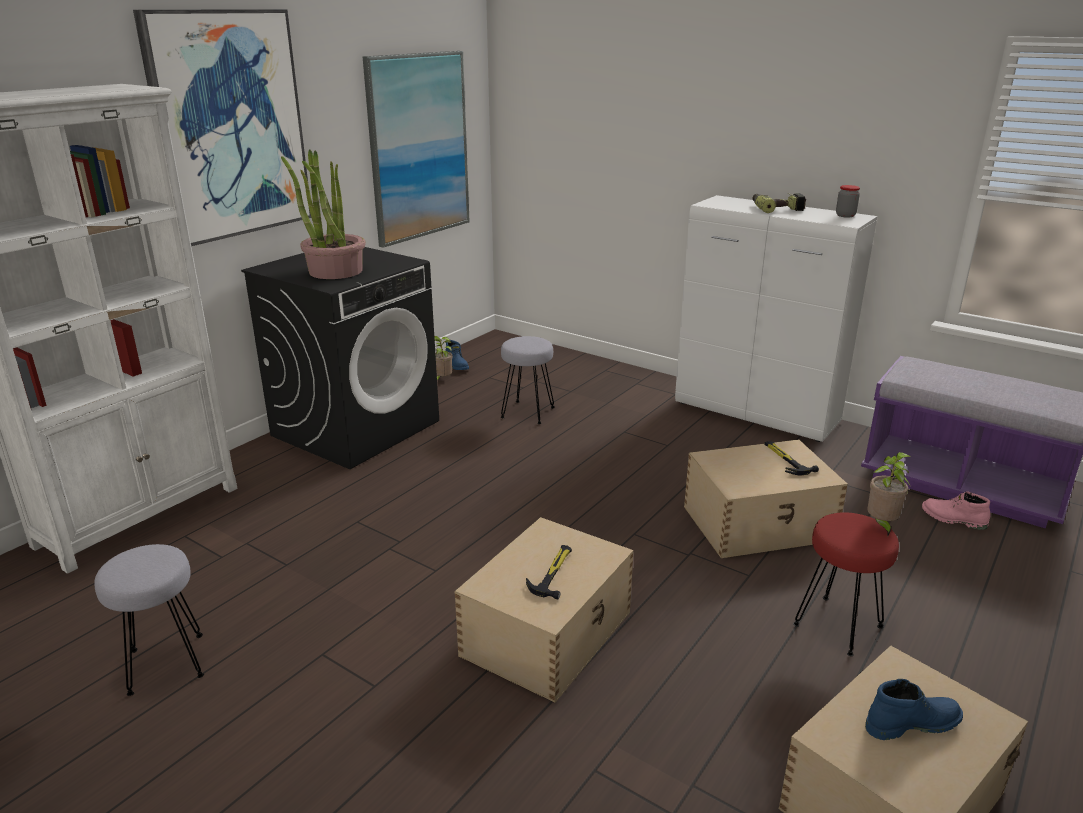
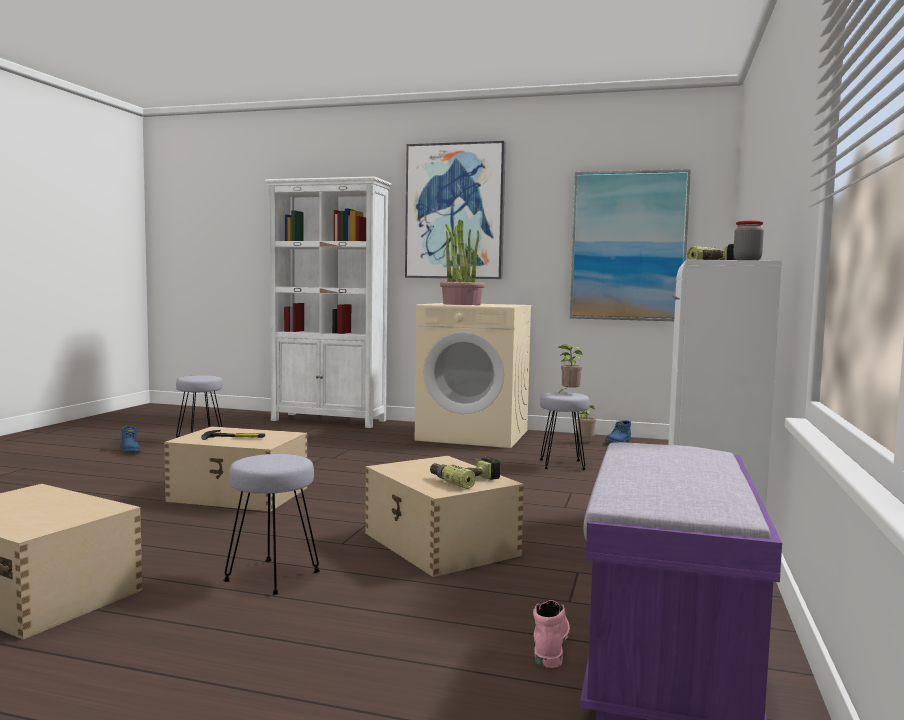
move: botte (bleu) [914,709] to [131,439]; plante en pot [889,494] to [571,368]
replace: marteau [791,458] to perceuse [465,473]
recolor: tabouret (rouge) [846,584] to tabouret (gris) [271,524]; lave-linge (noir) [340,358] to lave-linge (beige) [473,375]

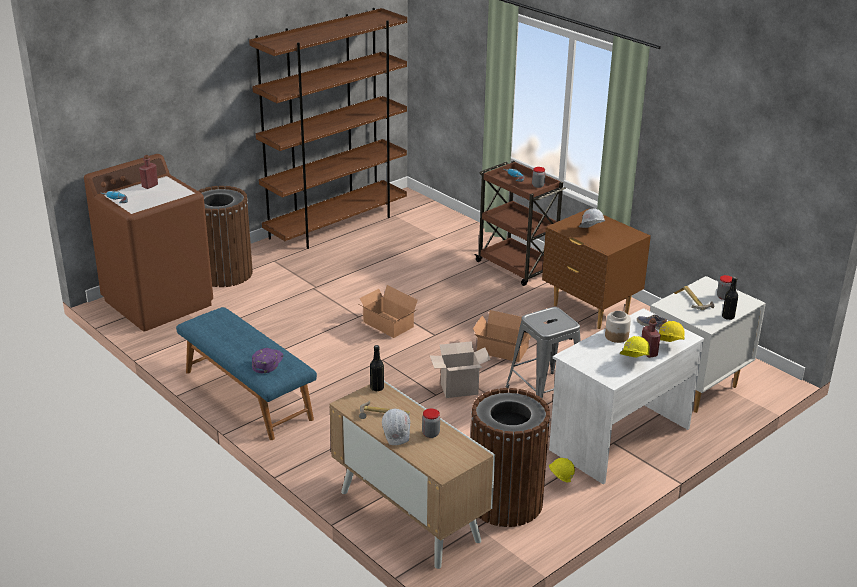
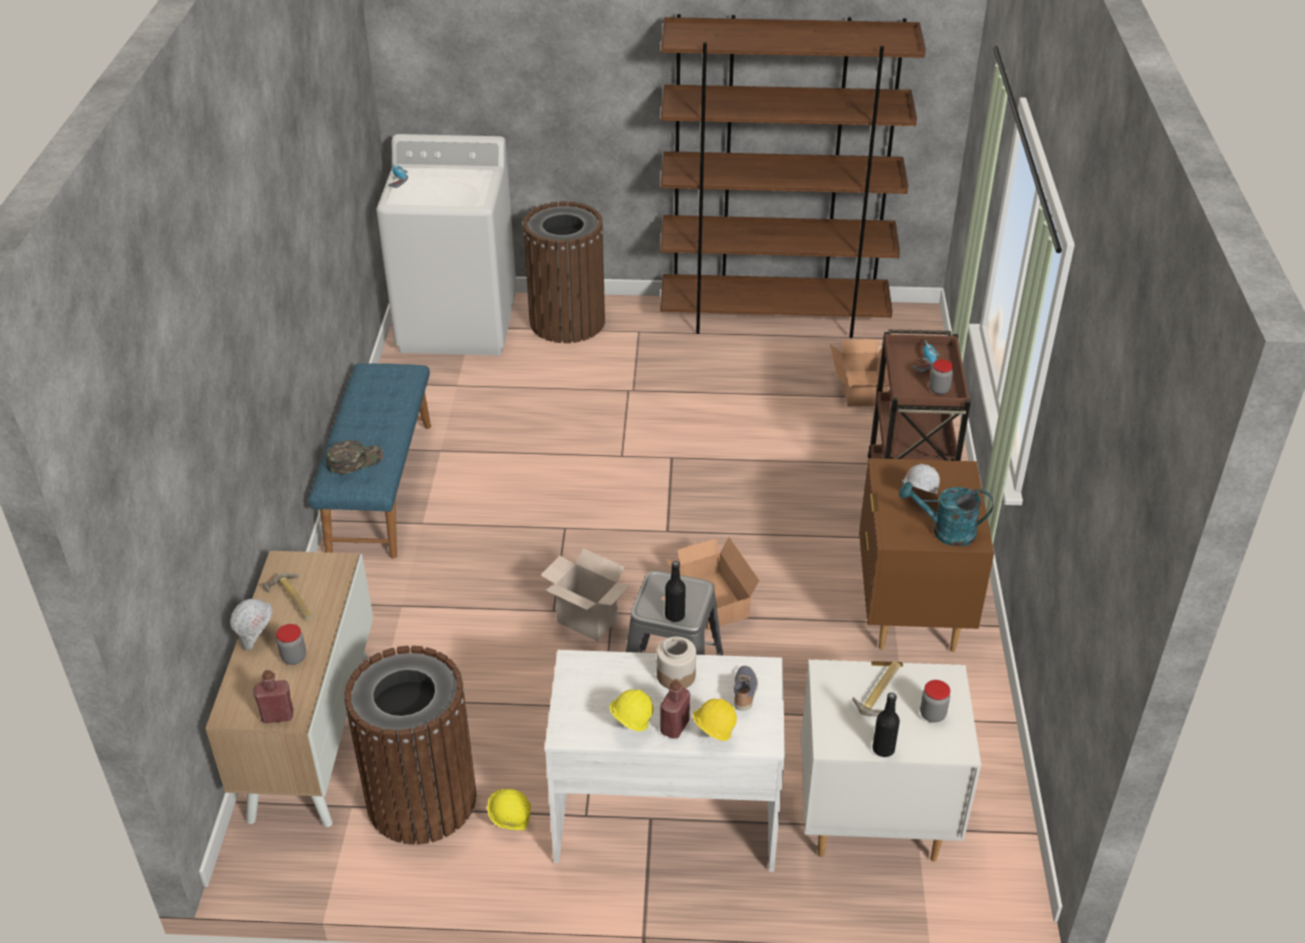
insert: arrosoir (turquoise) [946,514]
move: bouteille (rouge) [148,172] to [273,697]; bouteille (noir) [377,368] to [675,591]; carton [387,311] to [859,373]
recolor: casquette (violet) [268,360] to casquette (vert) [354,457]; lave-linge (marron) [148,242] to lave-linge (blanc) [446,245]

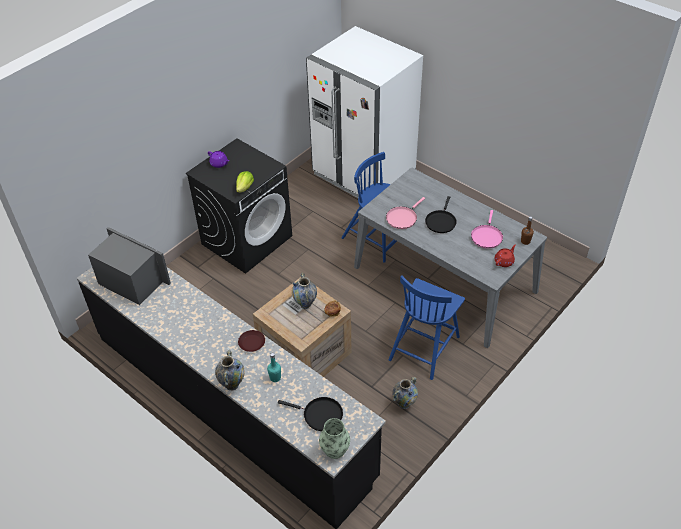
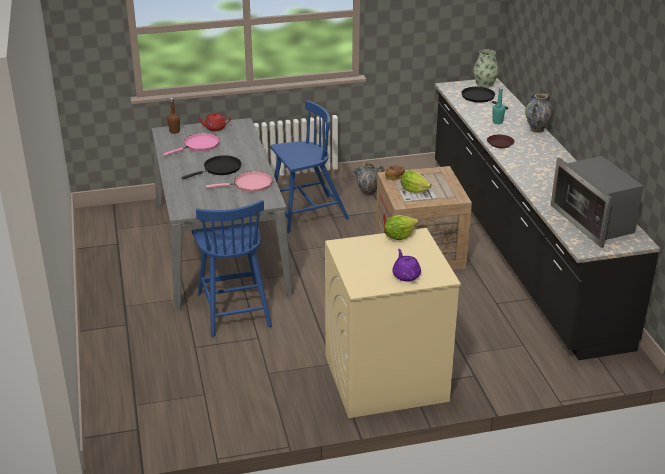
delete: réfrigérateur (blanc) [364,112]
replace: vase [304,291] to laitue [416,181]
recolor: lave-linge (noir) [239,206] to lave-linge (beige) [393,323]

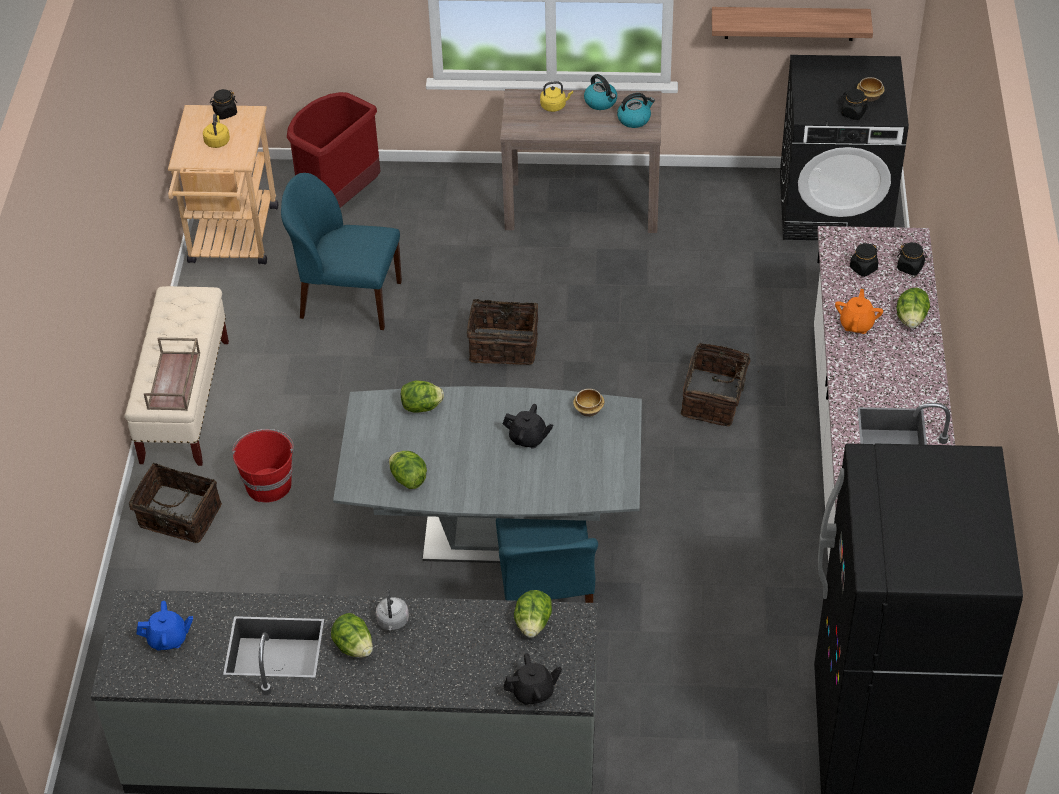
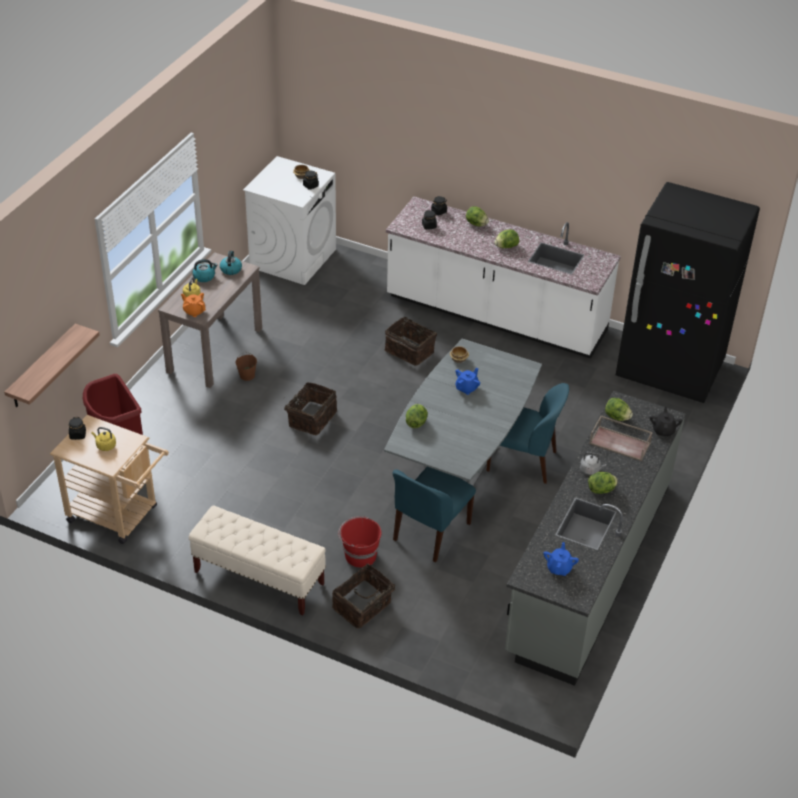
insert: seau (marron) [246,366]
move: étagère [792,24] to [51,365]; théière (orange) [859,311] to [193,305]; chaise (bleu) [341,251] to [434,514]; laitue [408,470] to [507,238]; plateau (marron) [172,374] to [621,438]
recolor: lave-linge (noir) [844,147] to lave-linge (blanc) [289,220]; théière (noir) [528,426] to théière (bleu) [468,381]

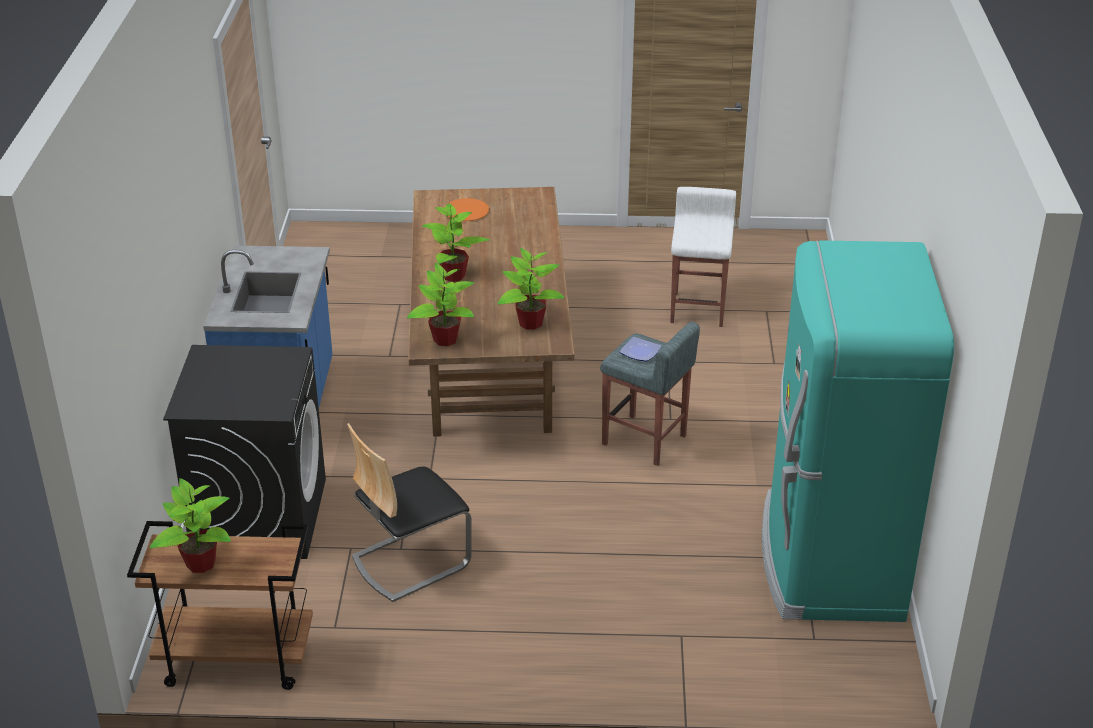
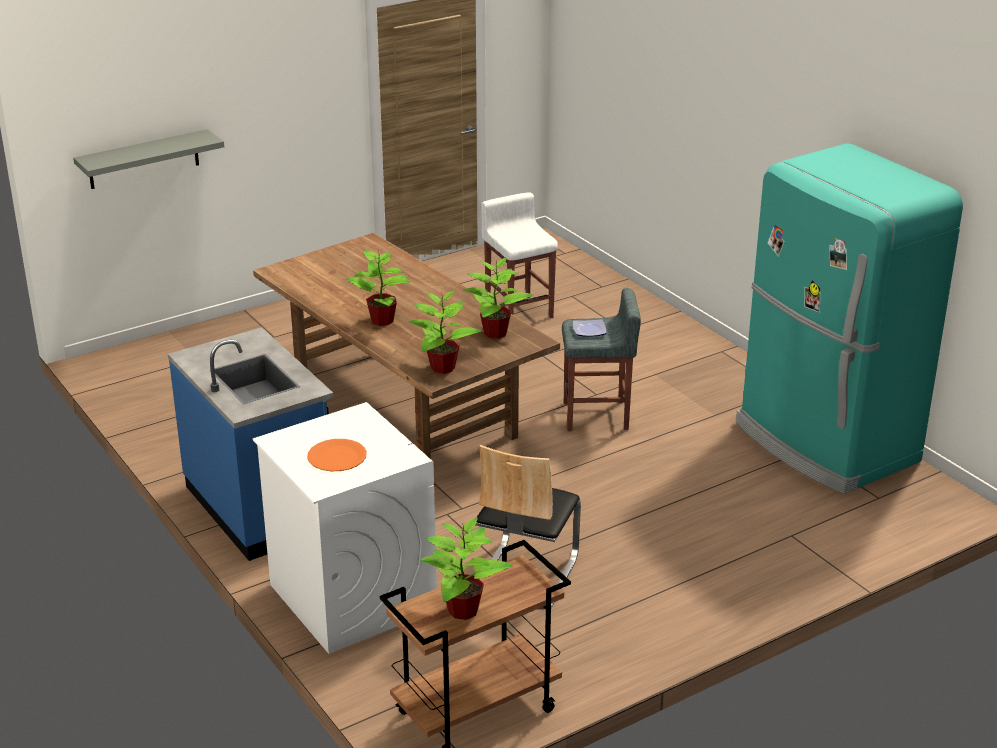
insert: étagère (gris) [148,159]
move: assiette (orange) [466,209] to [337,455]
recolor: lave-linge (noir) [244,452] to lave-linge (blanc) [345,528]

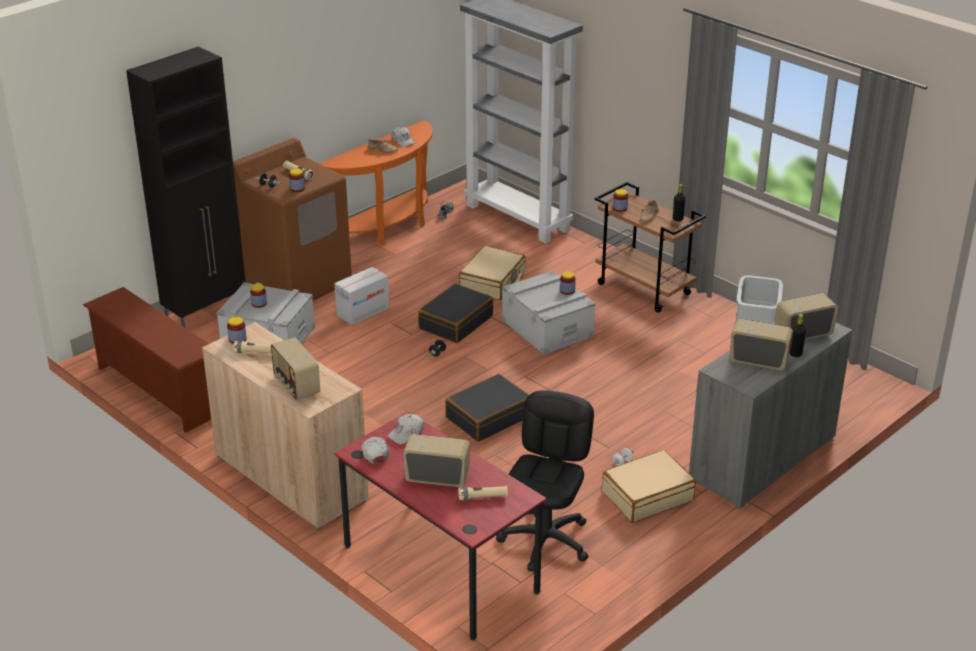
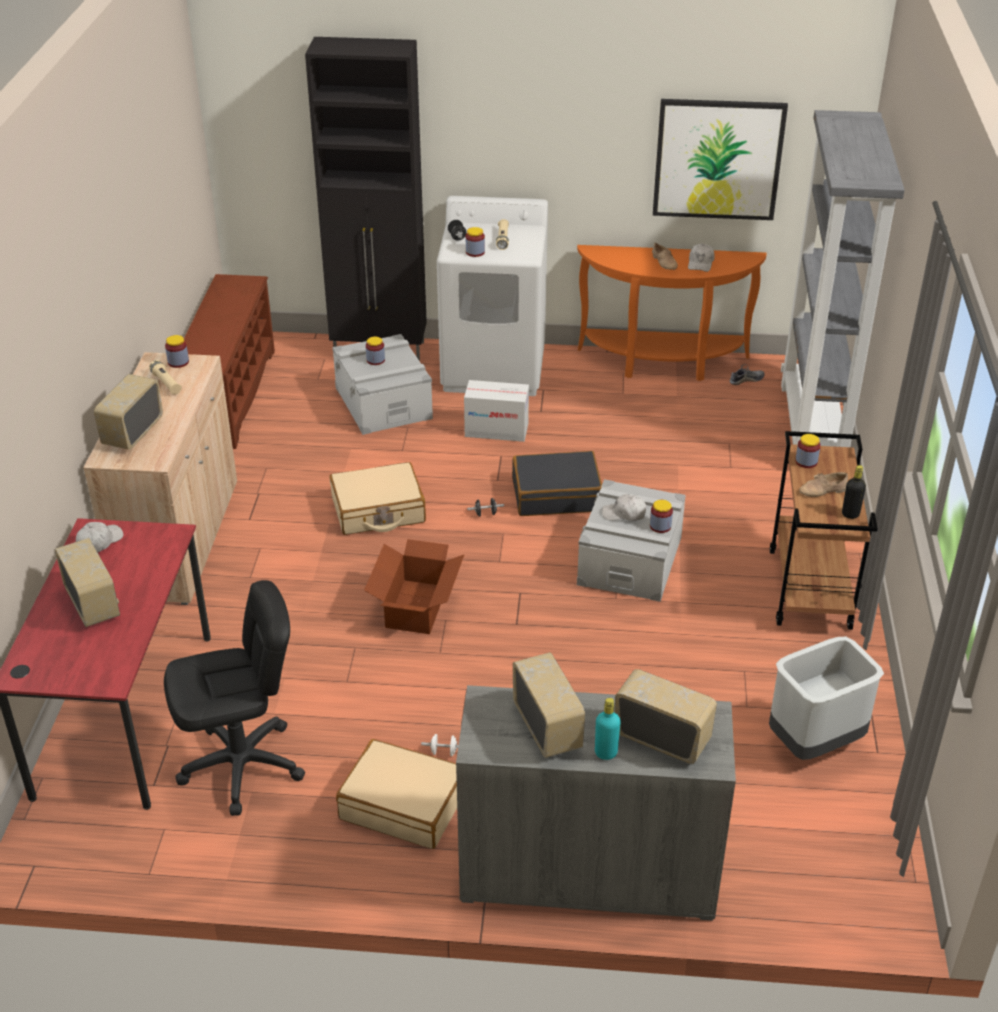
delete: lampe de poche (beige) [483,493]
insert: tableau [720,159]
move: valise (beige) [492,273] to [377,498]; casquette (blanc) [406,429] to [624,507]
replace: valise (noir) [487,408] to carton [414,586]
recolor: lave-linge (marron) [292,219] to lave-linge (blanc) [492,296]; bouteille (noir) [797,335] to bouteille (turquoise) [608,729]

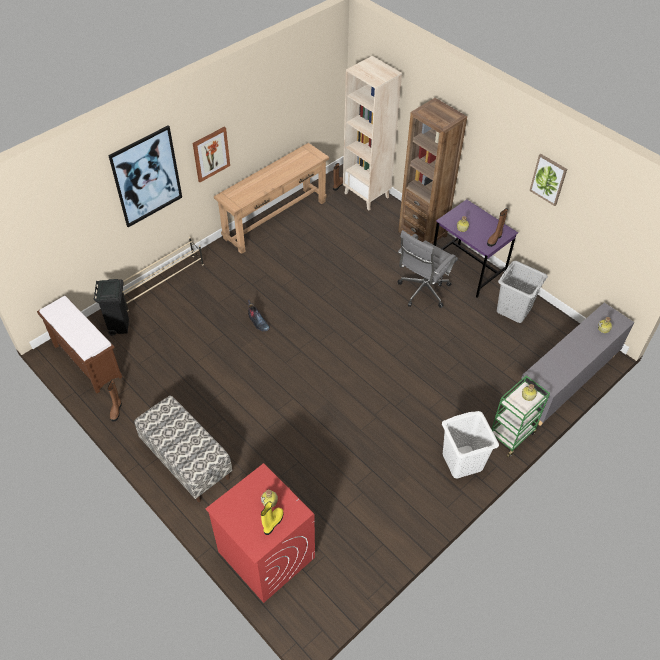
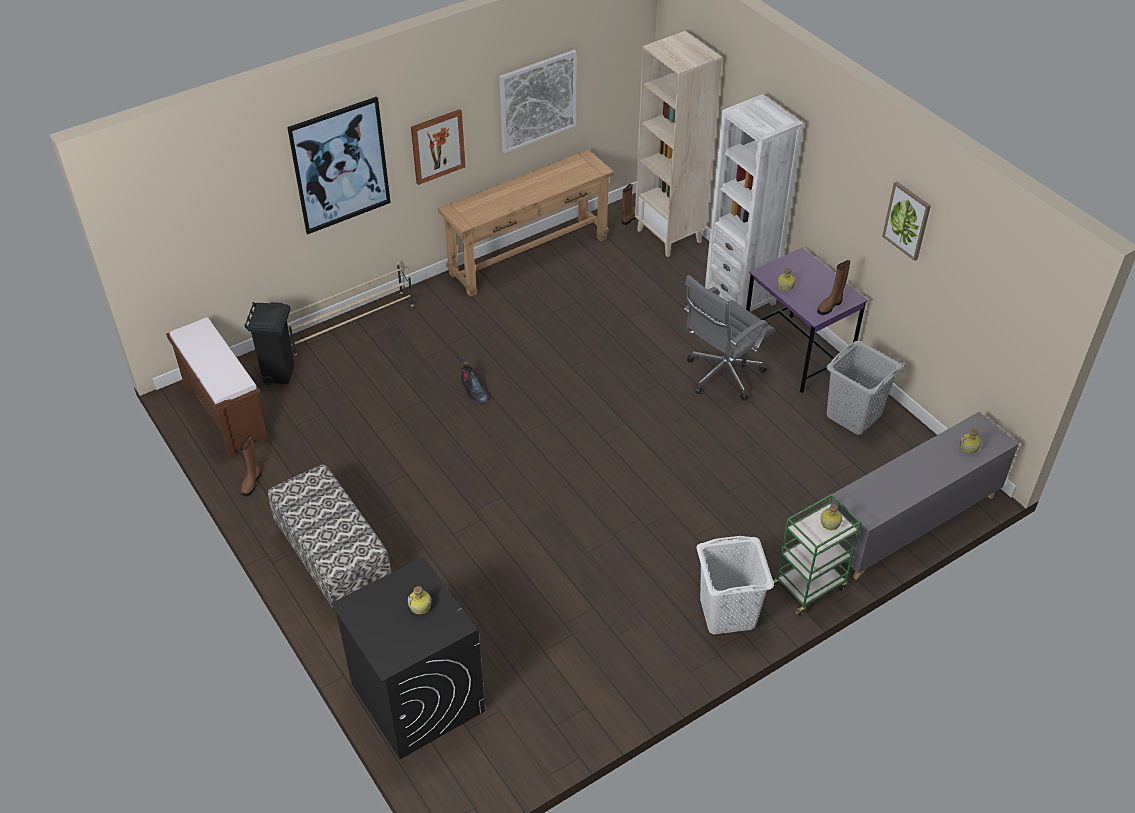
delete: botte (jaune) [272,518]
insert: tableau [538,101]
recolor: lave-linge (rouge) [260,533] to lave-linge (noir) [408,658]; bibliothèque (marron) [432,171] to bibliothèque (blanc) [754,203]

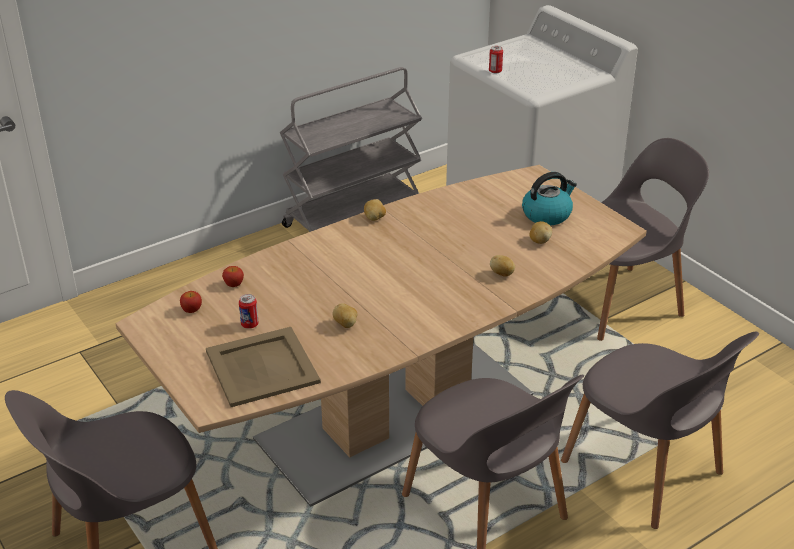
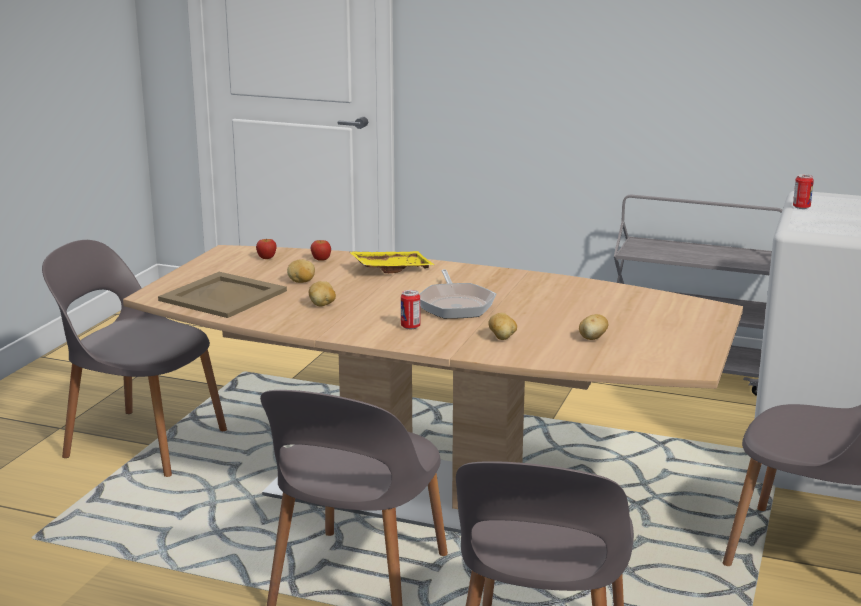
delete: bouilloire [549,198]
insert: plateau (jaune) [391,262]; poêle [457,294]
move: pomme de terre [375,210] to [301,271]; boîte métallique [249,311] to [410,309]

